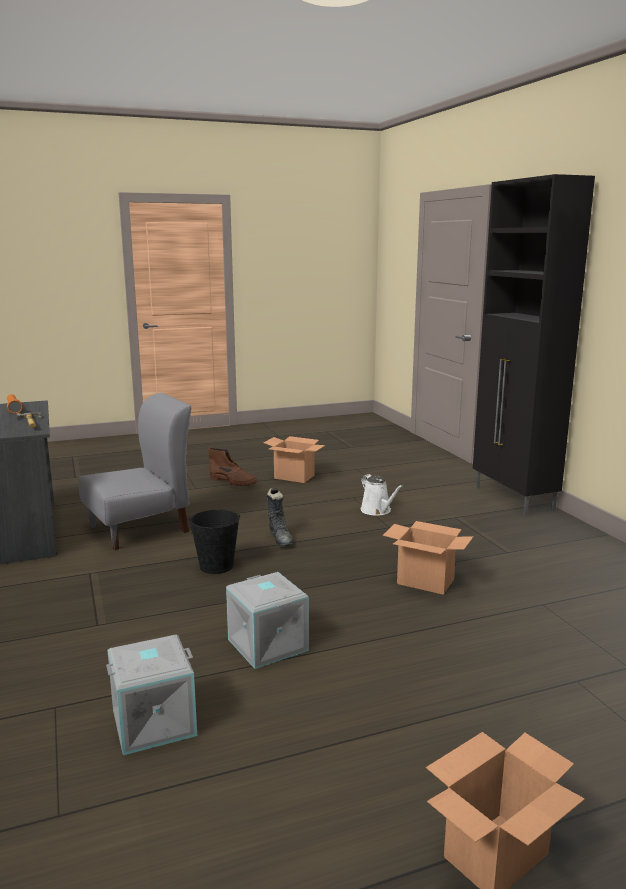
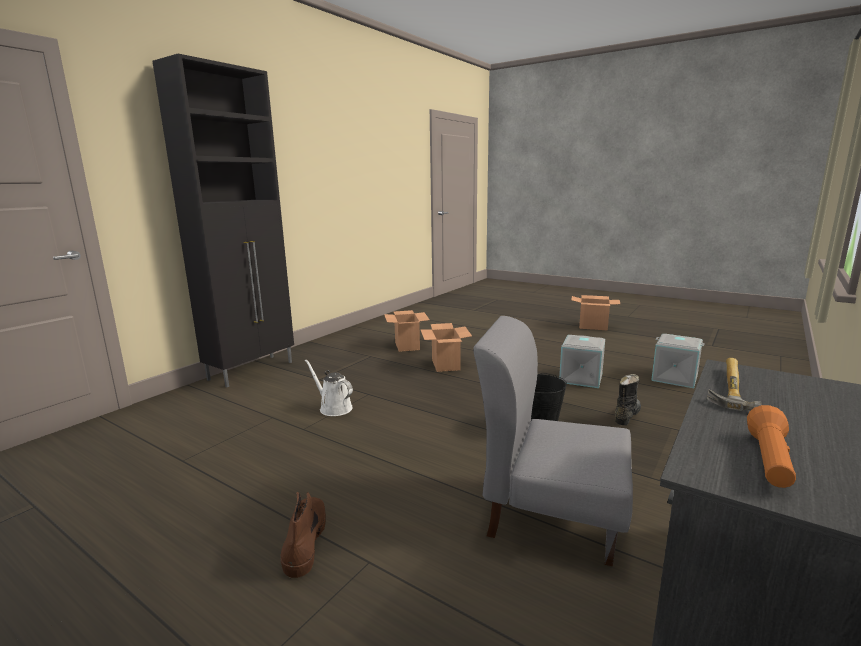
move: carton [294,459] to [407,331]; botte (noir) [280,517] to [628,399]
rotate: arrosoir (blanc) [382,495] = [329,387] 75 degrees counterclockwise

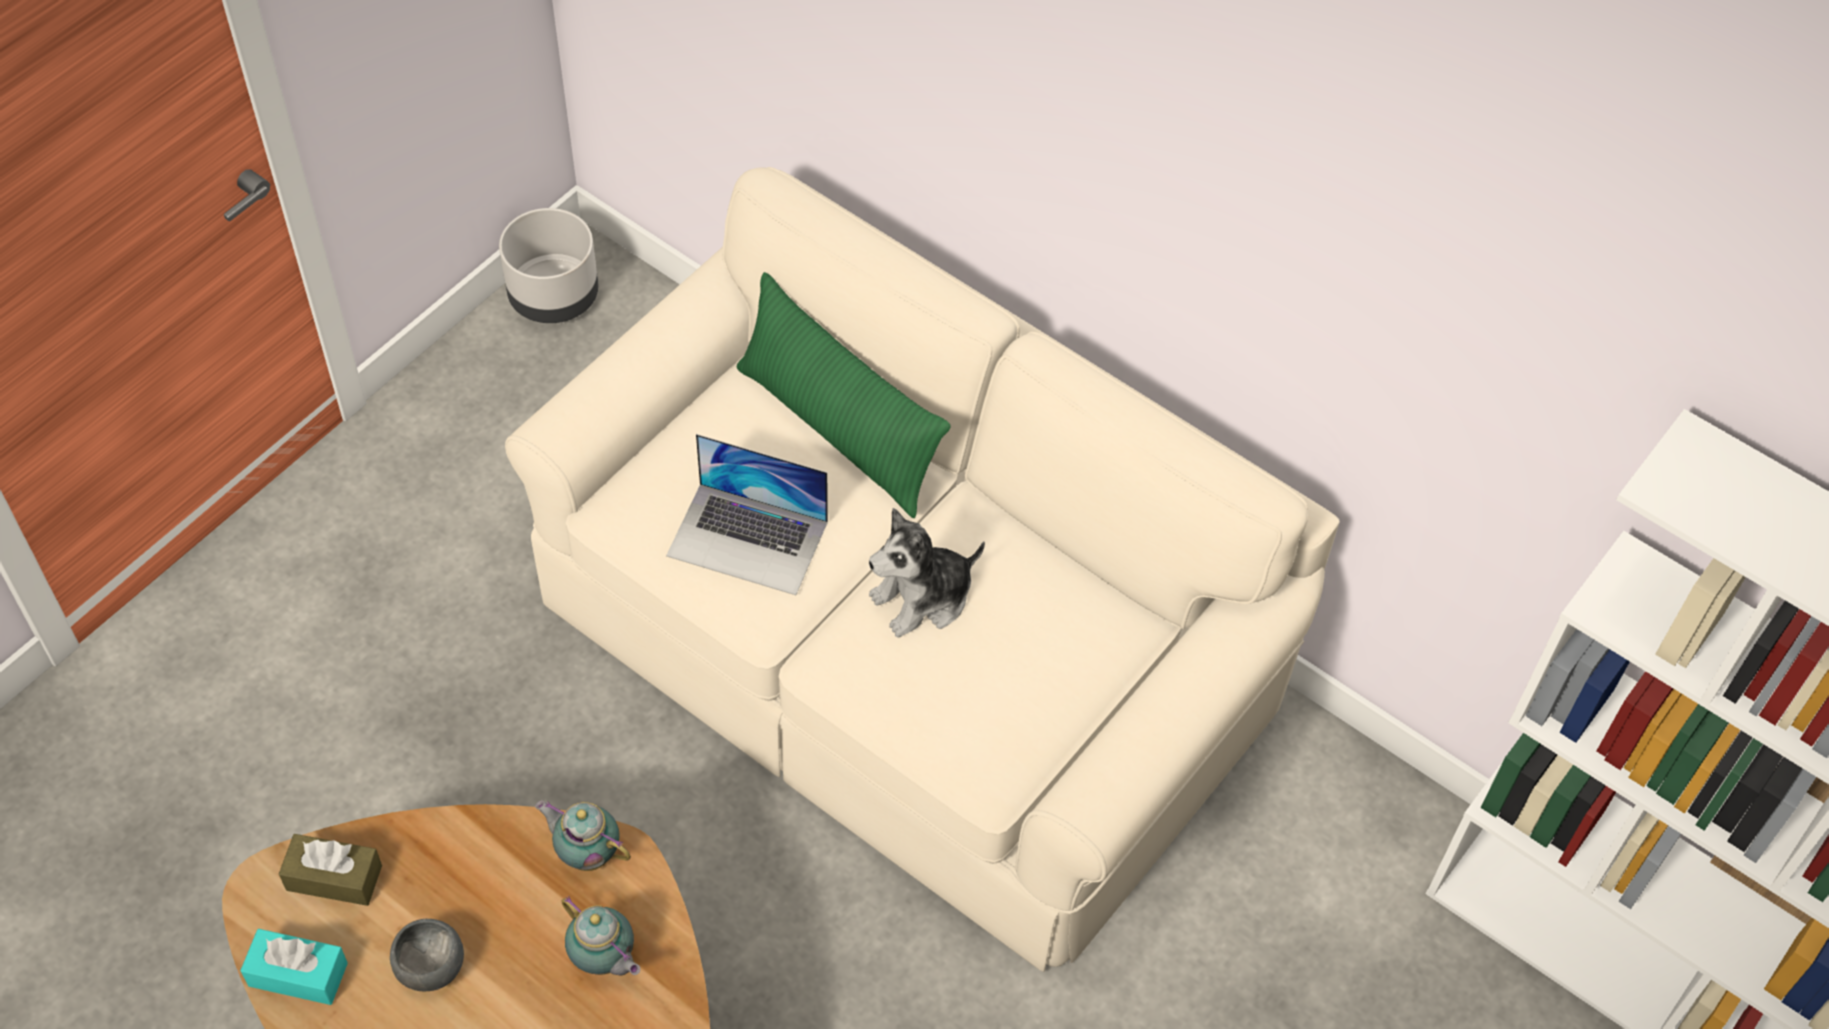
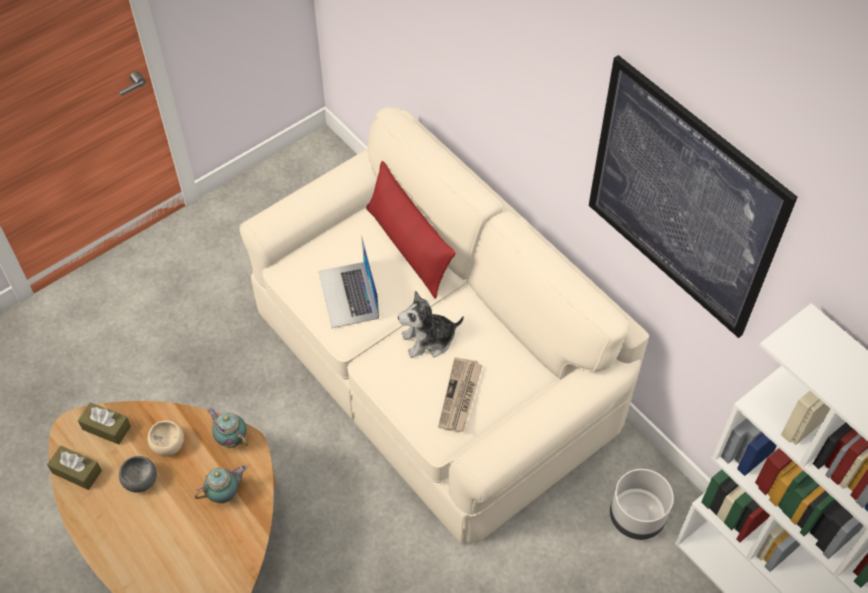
insert: bol (beige) [165,438]; journal [460,394]; tableau [693,196]
move: cache-pot (gris) [548,265] to [642,504]
recolor: boîte à mouchoirs (turquoise) [294,967] to boîte à mouchoirs (marron) [74,468]; coussin (vert) [844,395] to coussin (rouge) [411,230]
rotate: théière [601,936] = [220,484] 90 degrees counterclockwise; ordinateur portable [747,514] = [348,282] 45 degrees clockwise

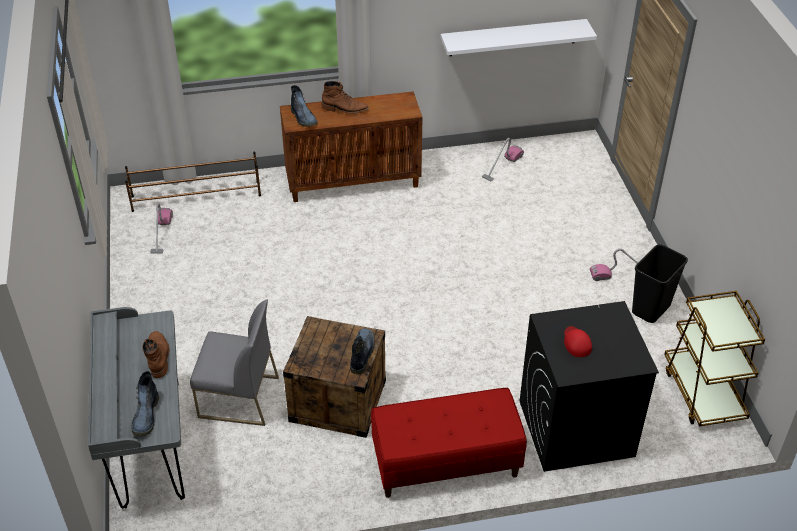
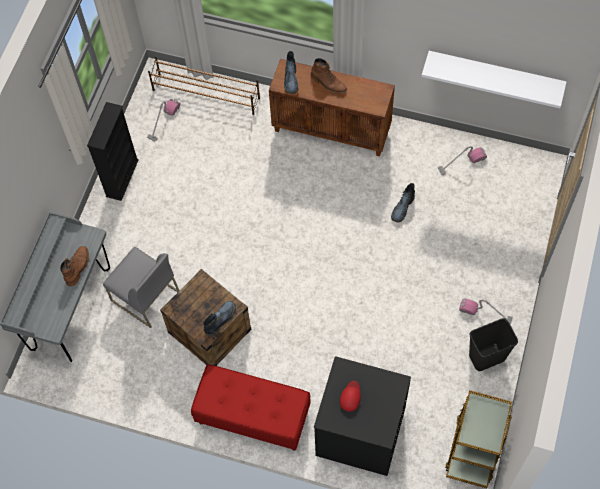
insert: bibliothèque (noir) [113,151]
move: botte [145,403] to [403,203]

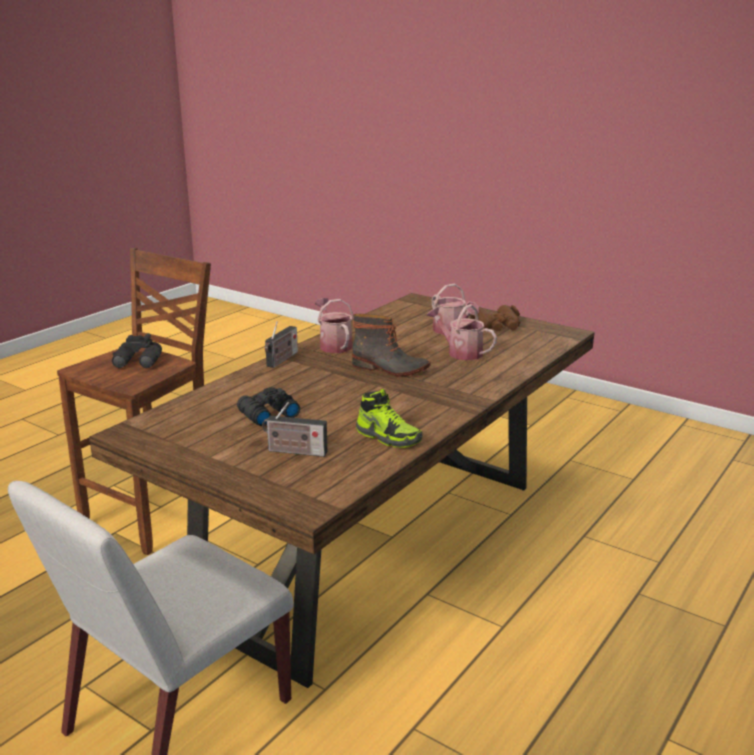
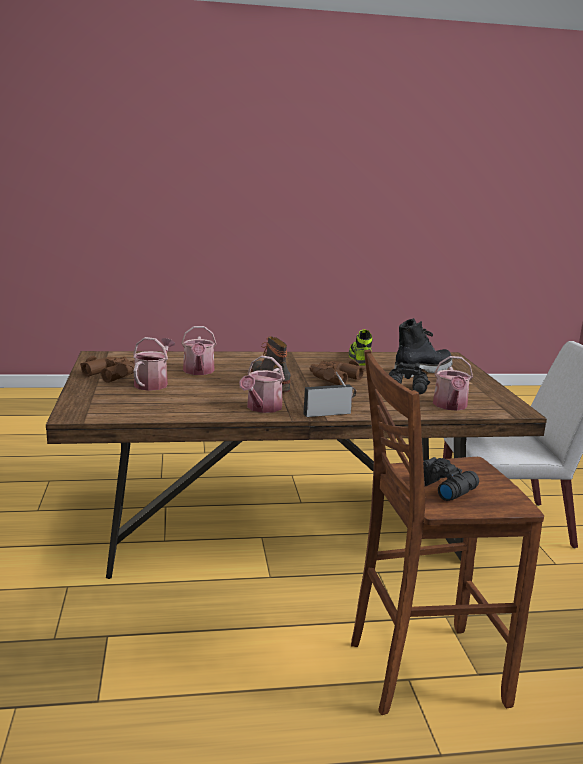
insert: jumelles (marron) [337,372]; arrosoir [453,383]
replace: radio [294,429] to botte (noir) [423,348]

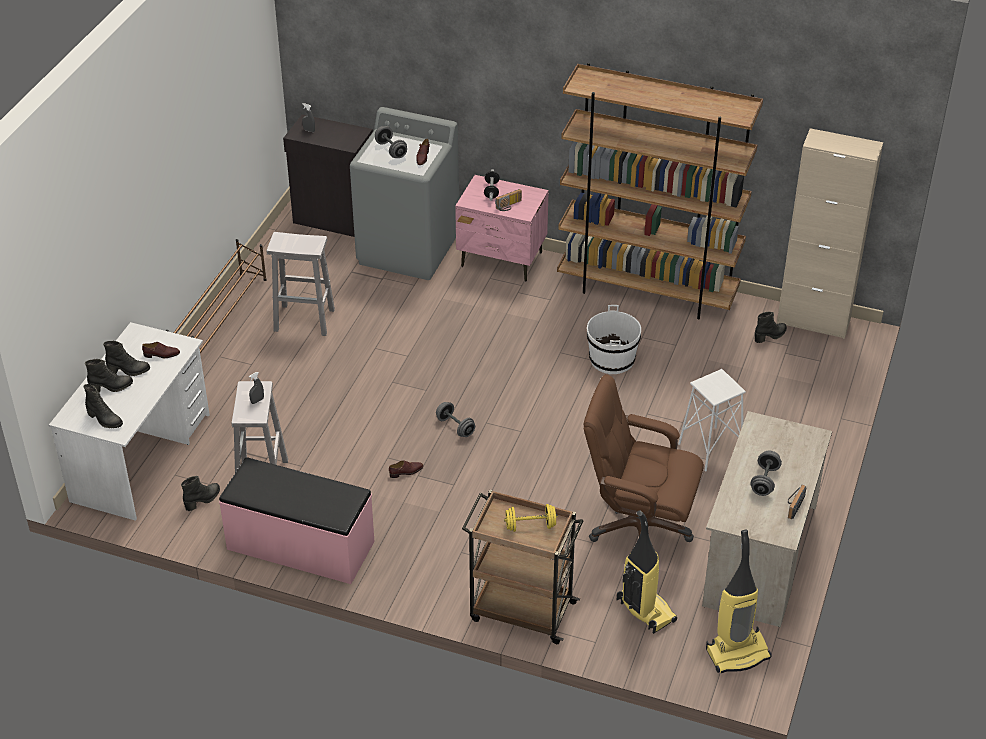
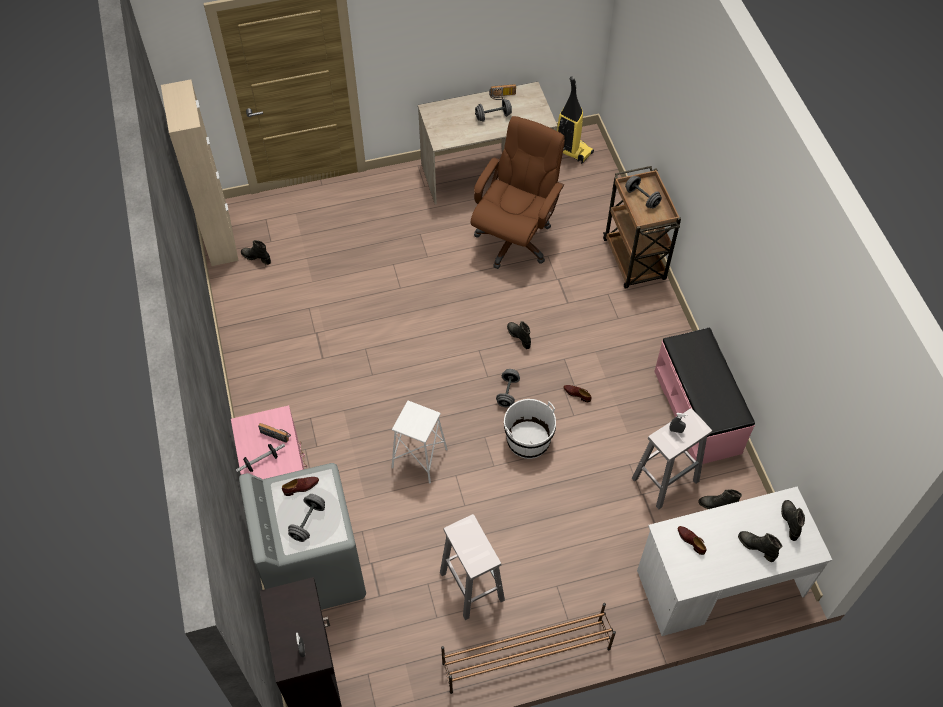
delete: bibliothèque (marron) [660,191]; aspirateur [647,572]
move: tabouret (blanc) [712,420] to [420,442]; seau (blanc) [614,339] to [530,429]; botte (noir) [126,358] to [519,335]
recolor: haltère (jaune) [530,518] to haltère (gris) [643,192]
rotate: chaise de bureau (marron) [643,458] = [518,192] 135 degrees counterclockwise

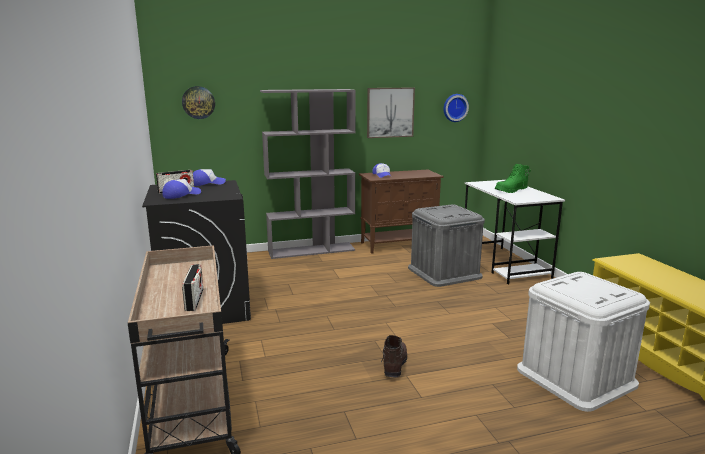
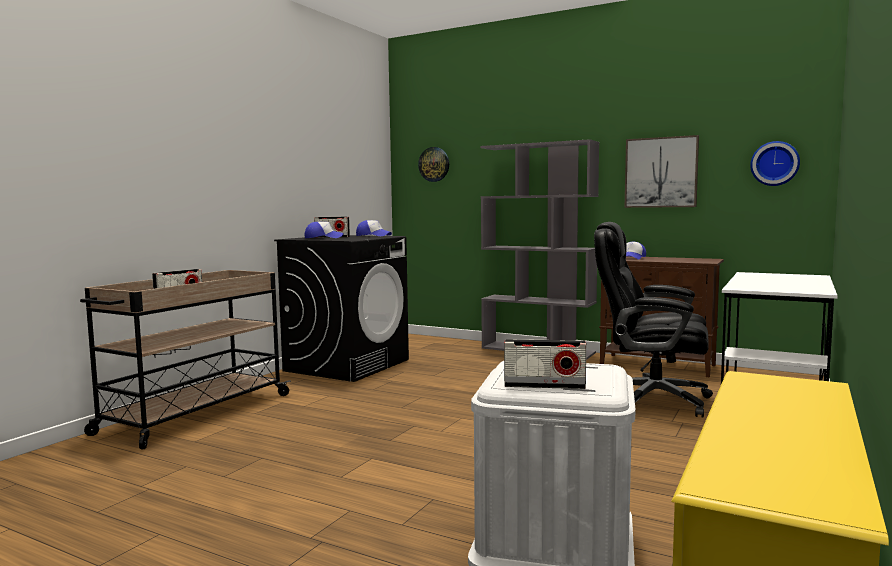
delete: botte (marron) [394,356]; botte (vert) [513,178]
insert: radio [545,364]
replace: boîte de rangement (gris) [446,245] to chaise de bureau (noir) [653,320]

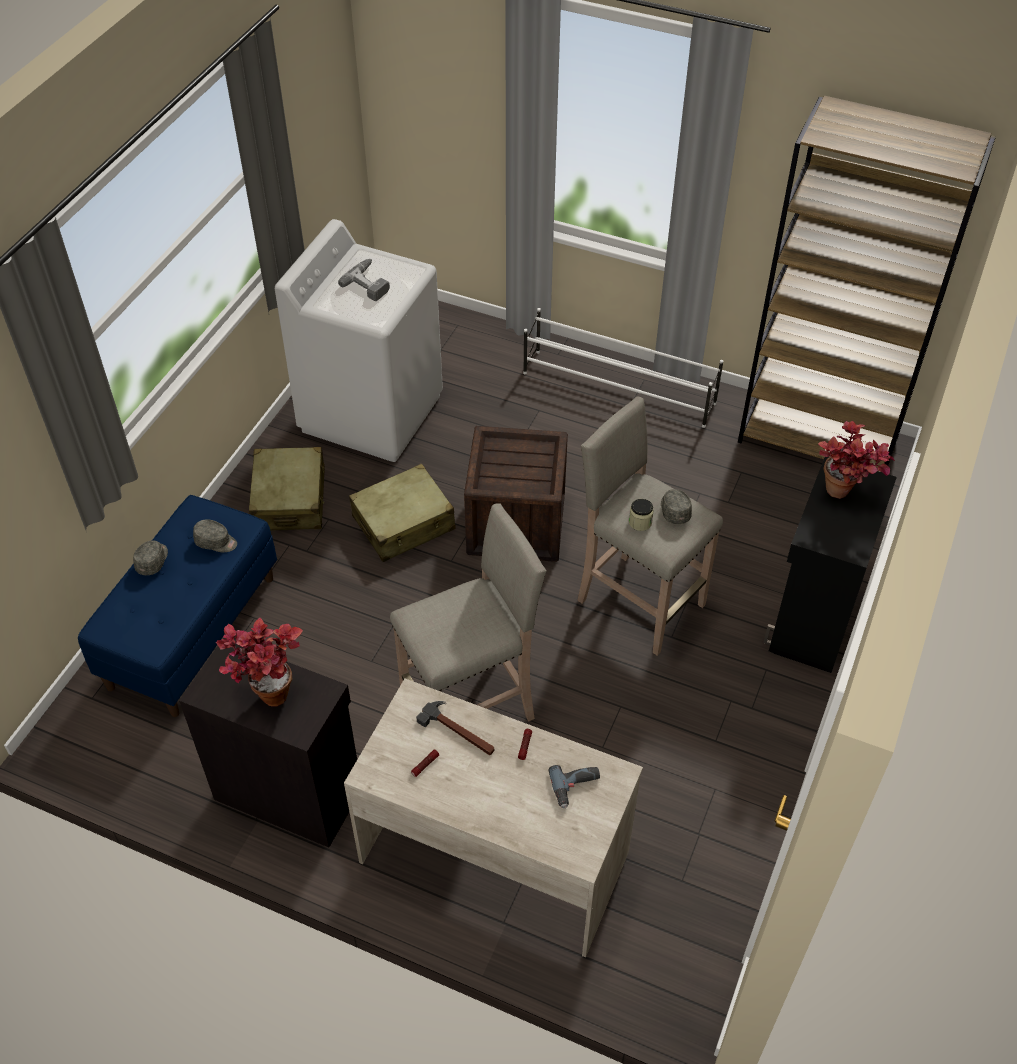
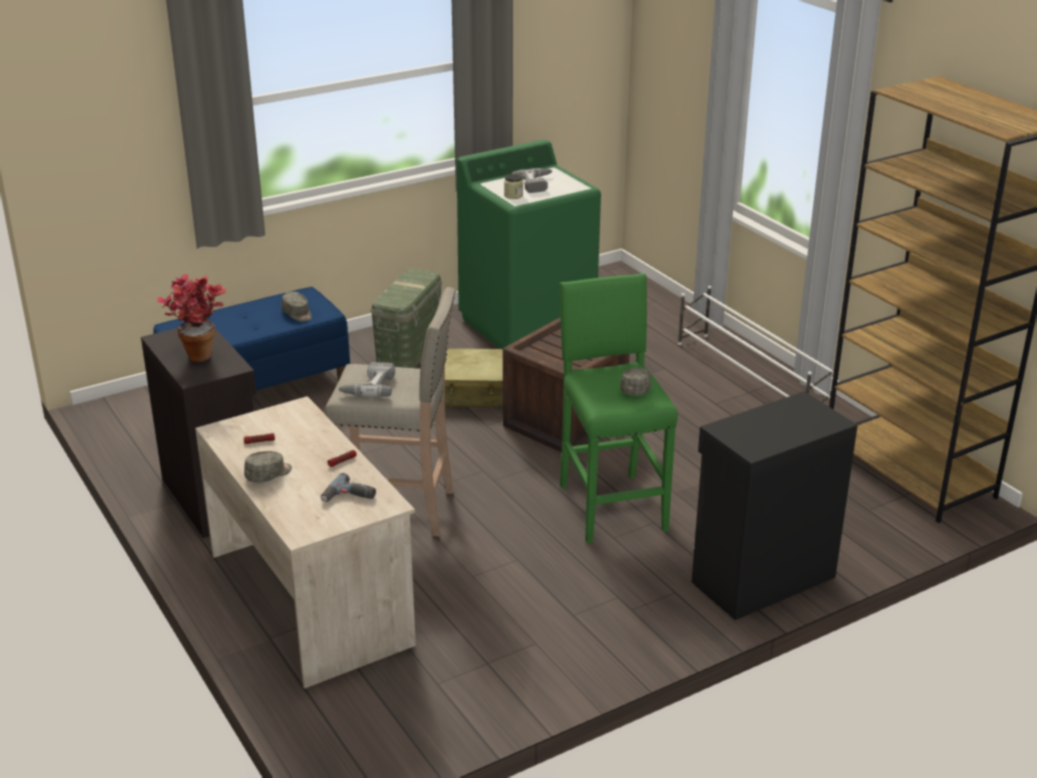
delete: marteau [455,728]; plante en pot [856,460]
insert: perceuse [366,379]
move: casquette (gris) [150,557] to [268,467]; bocal [641,515] to [513,186]
replace: valise (beige) [287,489] to boîte de rangement (vert) [406,318]
recolor: lave-linge (blanc) [359,340] to lave-linge (vert) [529,244]; tabouret (beige) [650,526] to tabouret (vert) [619,408]

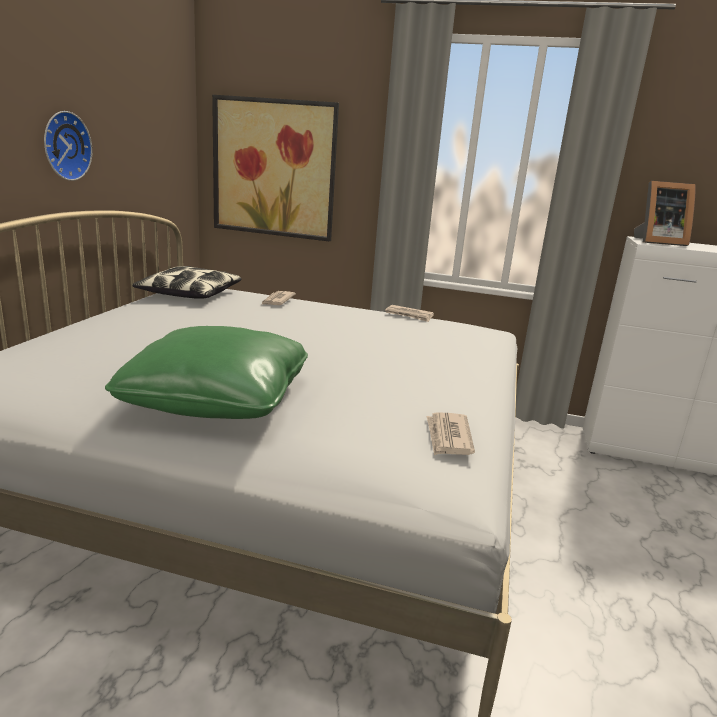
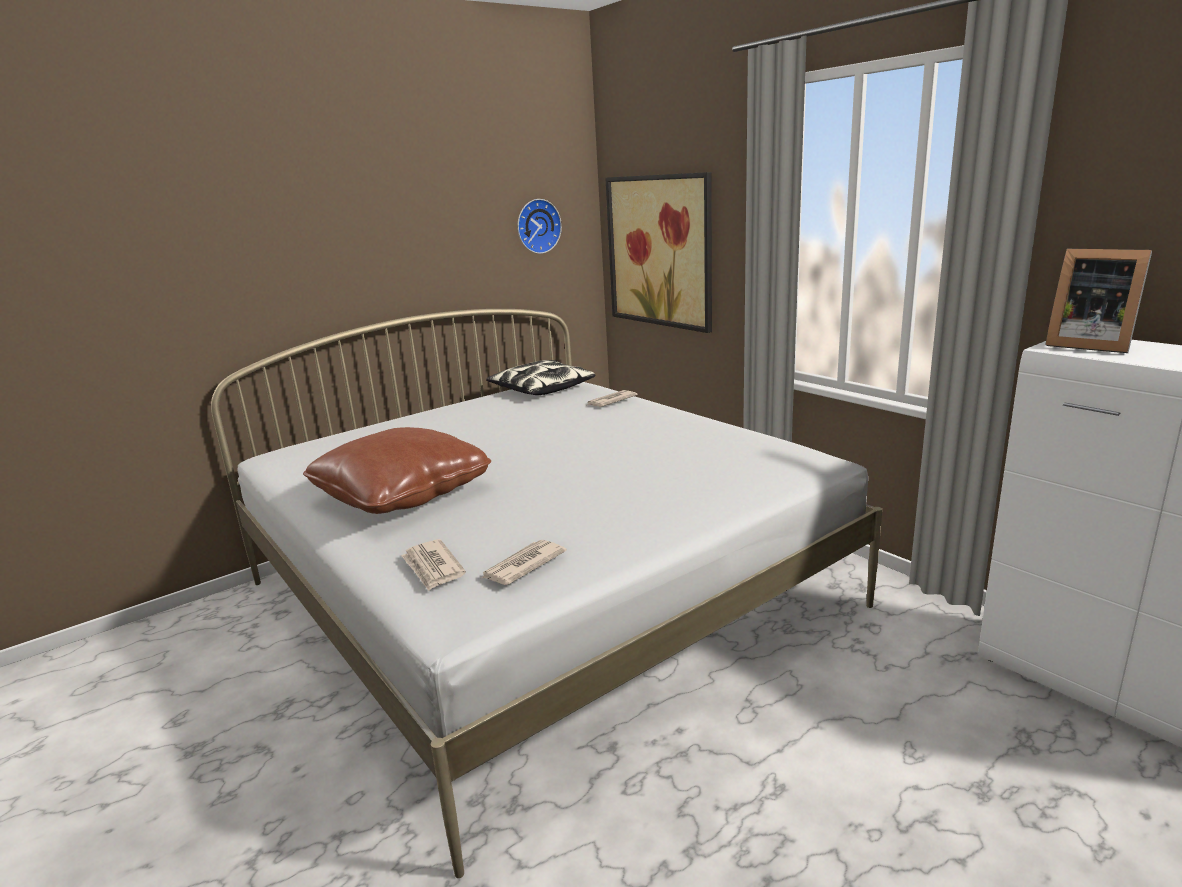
move: journal [409,313] to [433,565]; horloge murale [68,146] to [539,226]
recolor: coussin (vert) [206,372] to coussin (marron) [397,470]

